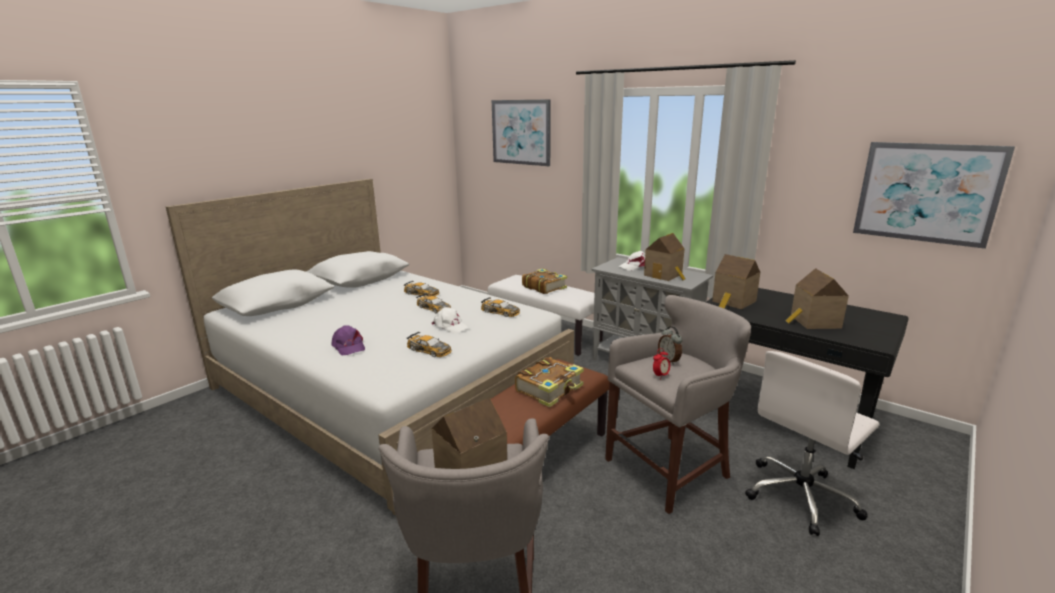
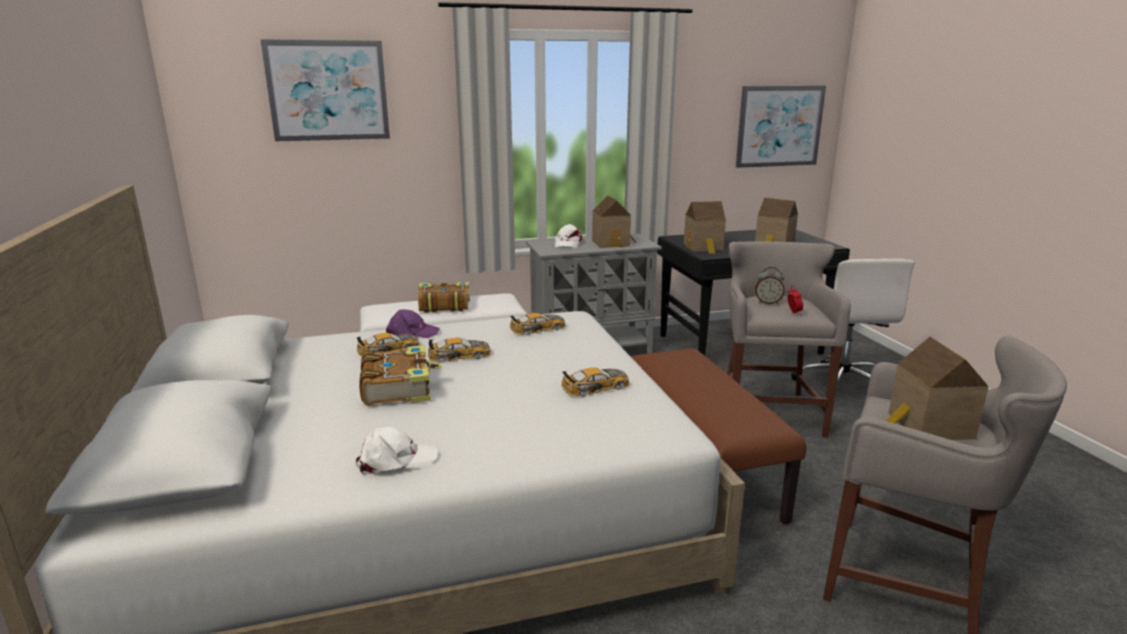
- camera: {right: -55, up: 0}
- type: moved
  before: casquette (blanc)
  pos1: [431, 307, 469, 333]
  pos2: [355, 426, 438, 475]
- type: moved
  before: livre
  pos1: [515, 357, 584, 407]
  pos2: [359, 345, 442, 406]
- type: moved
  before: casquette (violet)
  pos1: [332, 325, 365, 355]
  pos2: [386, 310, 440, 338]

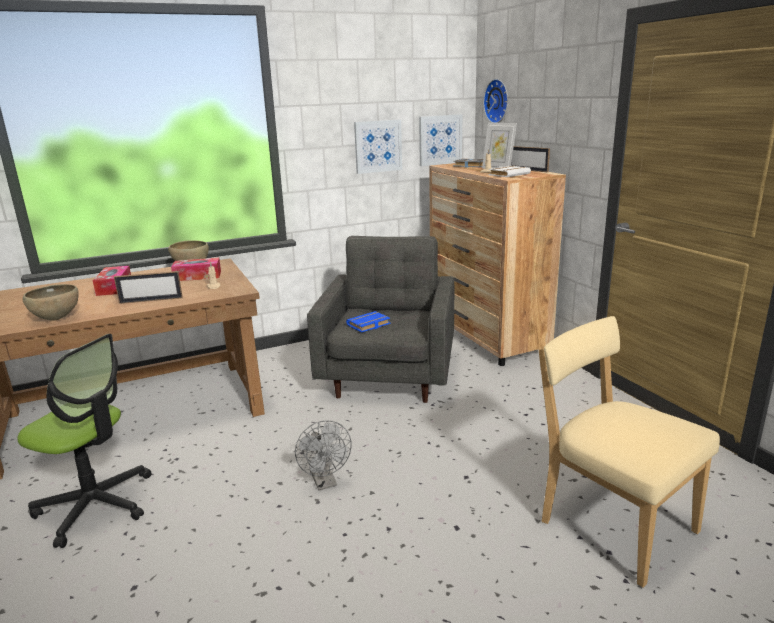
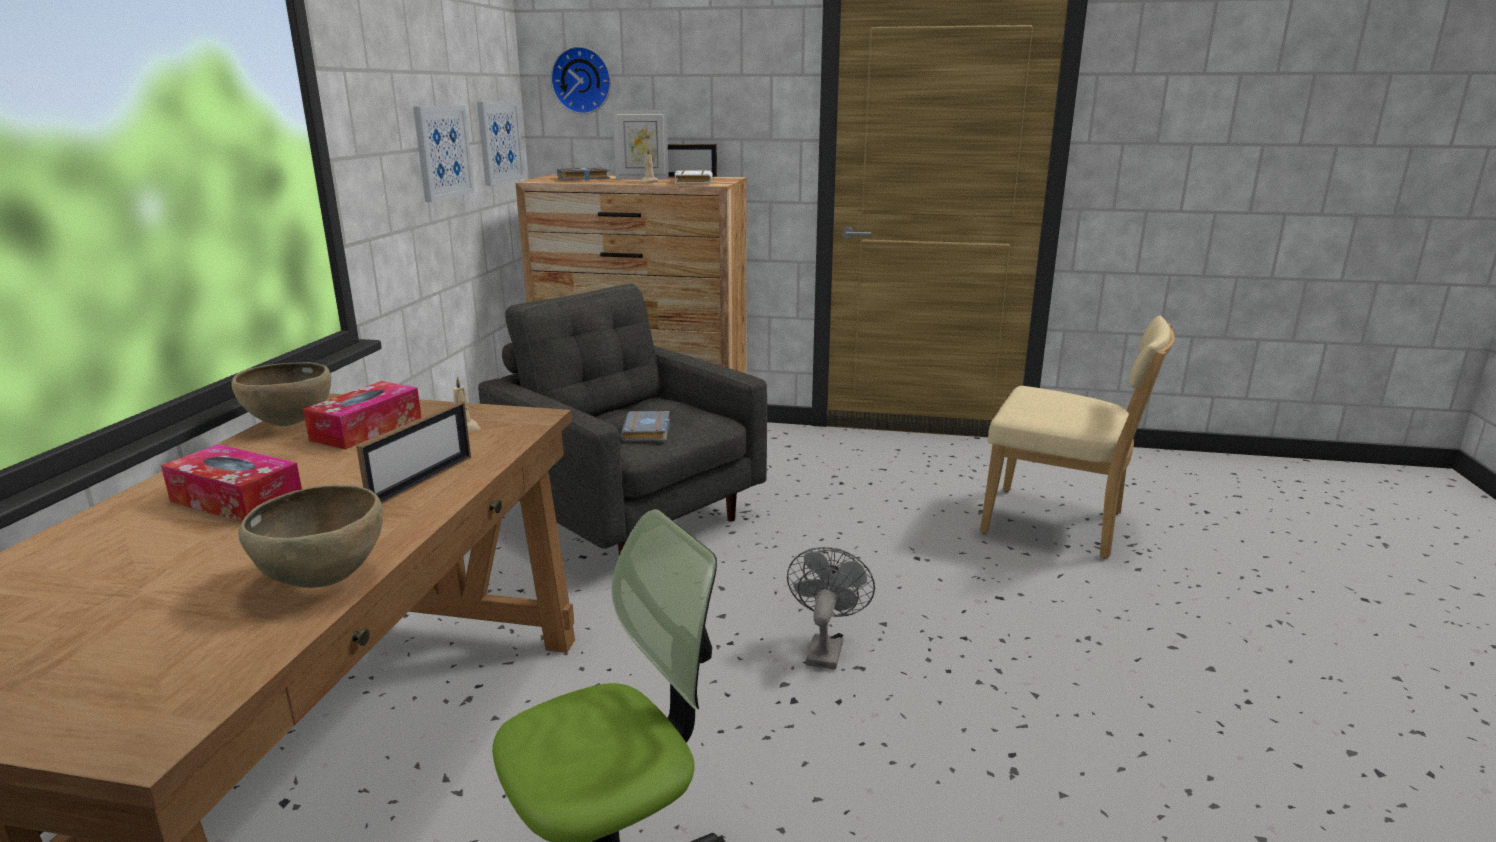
- camera: {right: -55, up: 0}
- type: recoloured
  before: livre (bleu)
  after: livre (gris)
  pos1: [346, 311, 391, 332]
  pos2: [620, 411, 670, 441]
- type: turned
  before: ventilateur (gris)
  pos1: [295, 420, 352, 490]
  pos2: [787, 547, 875, 669]
  turn: -90
- type: turned
  before: chaise (beige)
  pos1: [538, 316, 720, 588]
  pos2: [980, 316, 1175, 558]
  turn: -150

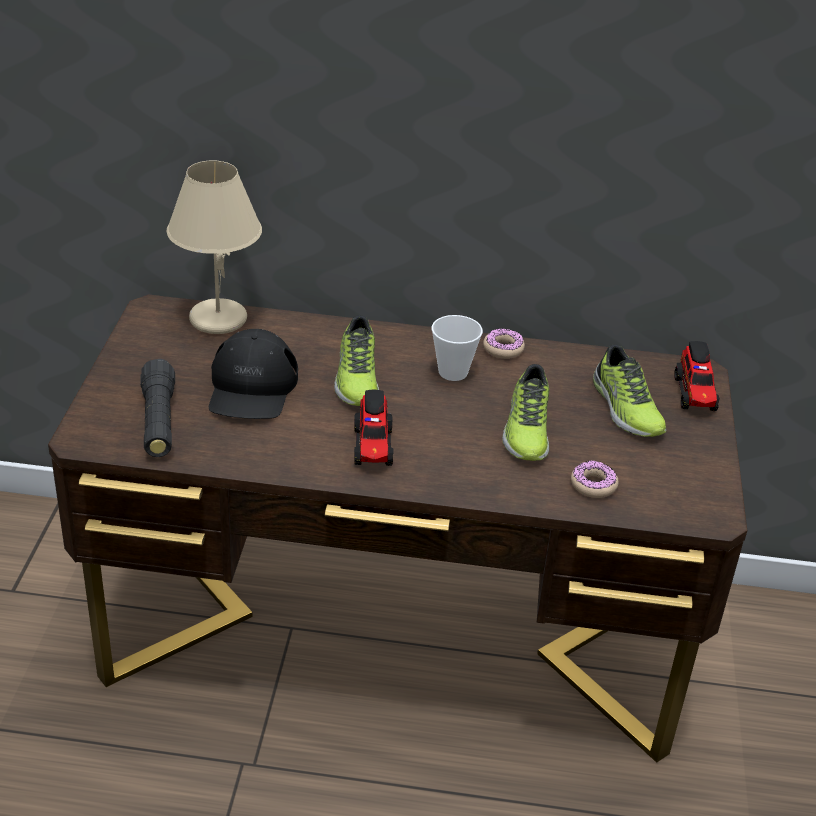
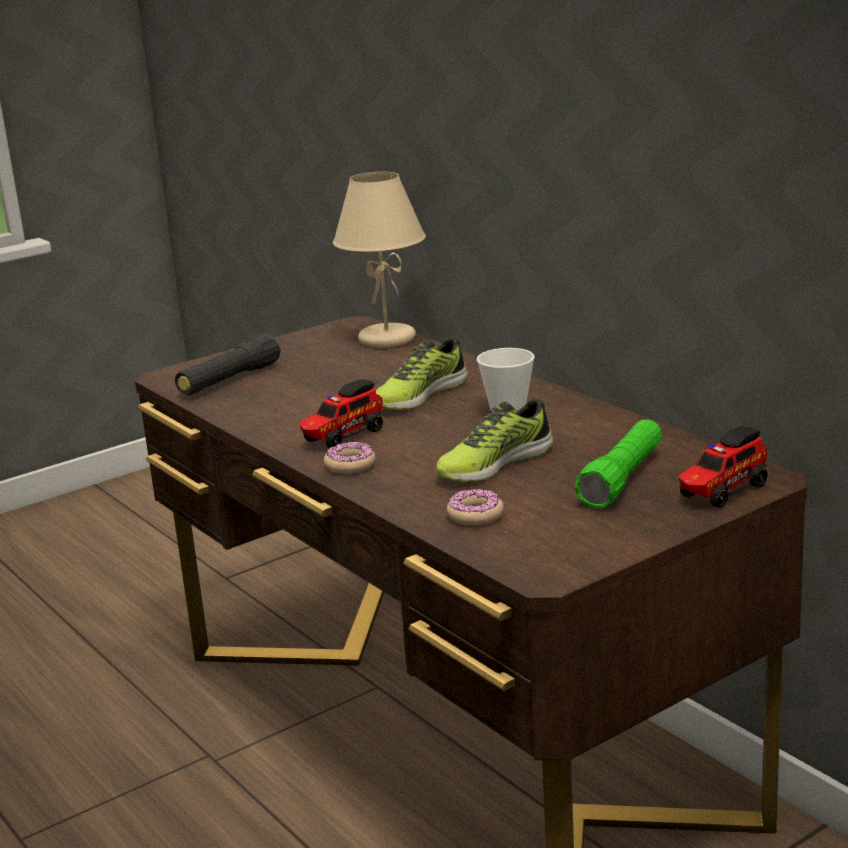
- camera: {right: 50, up: -15}
- type: moved
  before: beignet
  pos1: [483, 328, 525, 359]
  pos2: [324, 441, 375, 474]
- type: replaced
  before: chaussure
  after: lampe de poche (vert)
  pos1: [593, 344, 667, 437]
  pos2: [575, 419, 662, 508]
- type: removed
  before: casquette (noir)
  pos1: [209, 329, 298, 419]

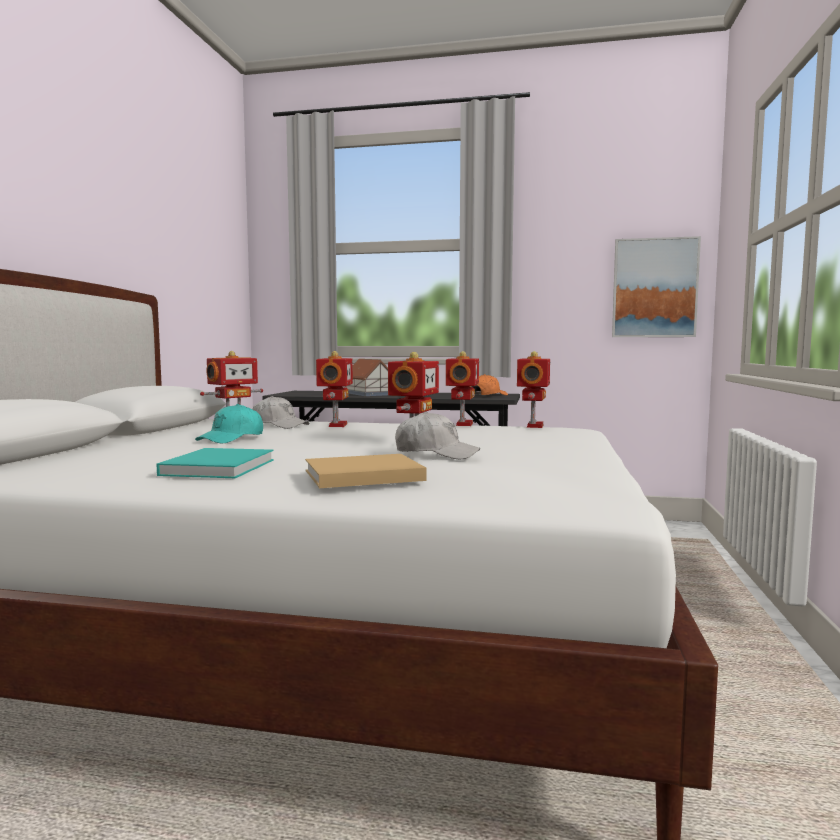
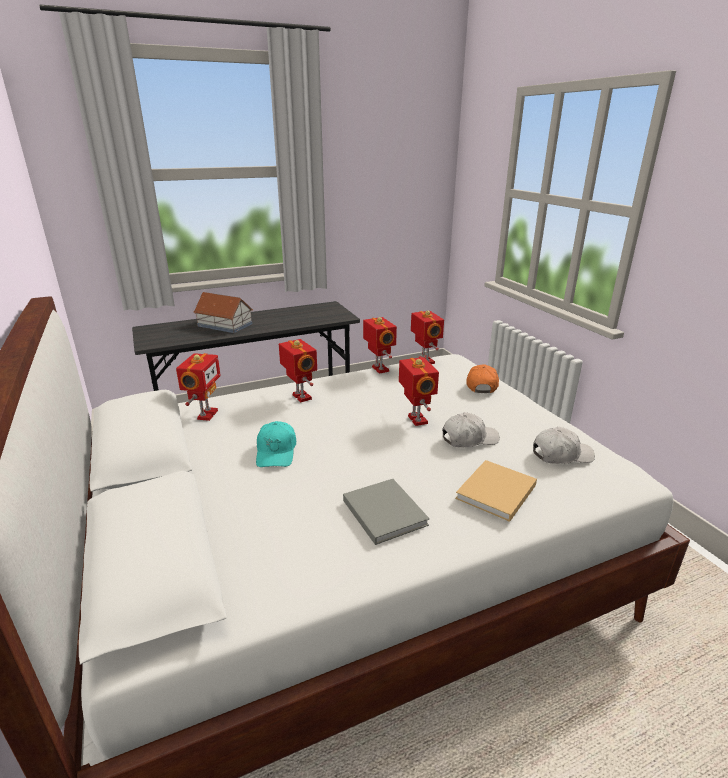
- camera: {right: -35, up: 20}
- type: recoloured
  before: livre (turquoise)
  after: livre (gris)
  pos1: [156, 448, 274, 478]
  pos2: [343, 479, 430, 545]
- type: moved
  before: casquette (orange)
  pos1: [470, 374, 508, 396]
  pos2: [466, 364, 499, 393]
- type: moved
  before: casquette (blanc)
  pos1: [252, 396, 310, 429]
  pos2: [533, 427, 595, 464]
- type: removed
  before: tableau
  pos1: [612, 236, 701, 337]

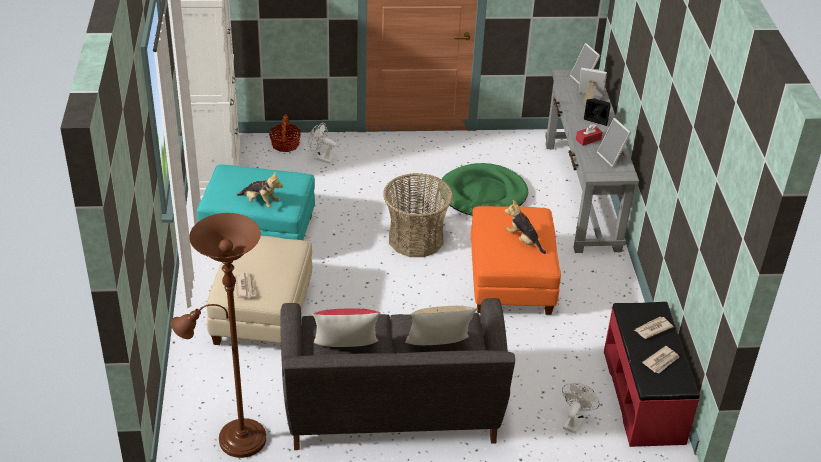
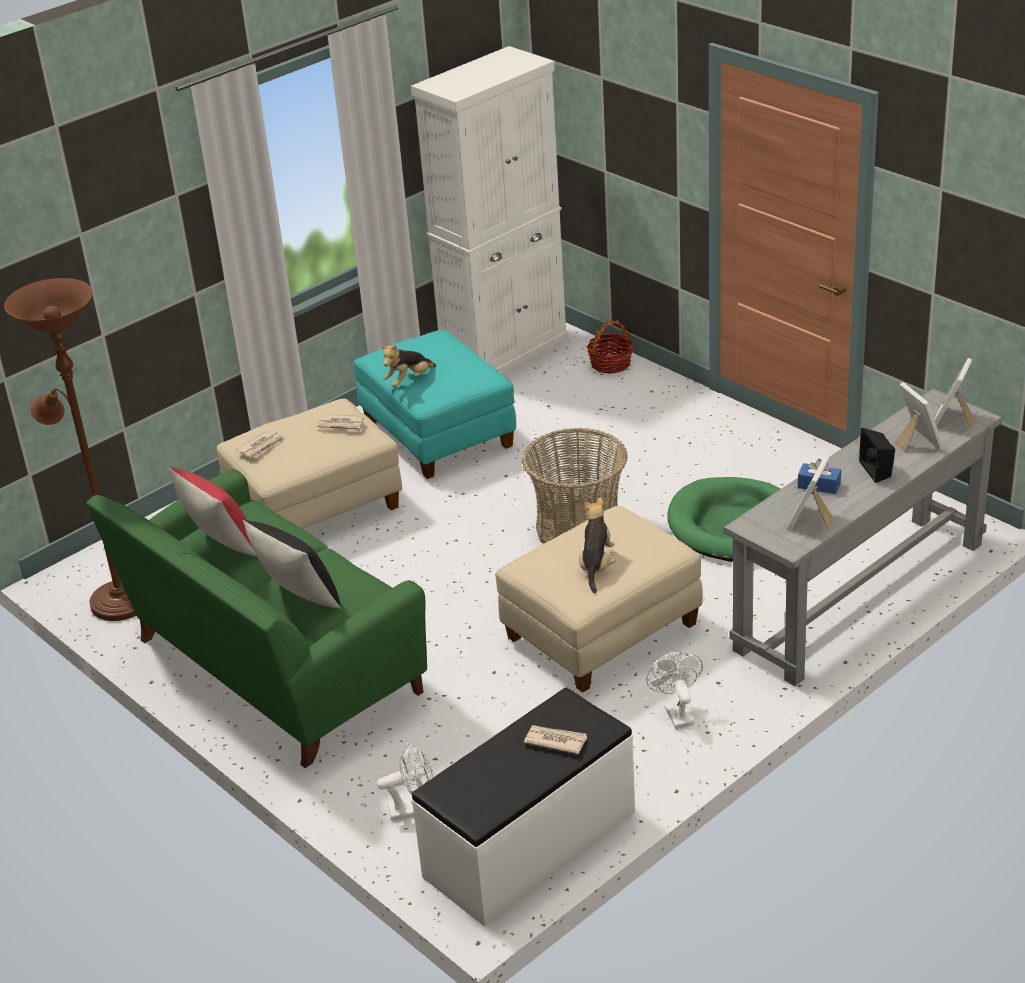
- camera: {right: 55, up: -5}
- type: recoloured
  before: canapé (gris)
  after: canapé (vert)
  pos1: [280, 298, 515, 450]
  pos2: [86, 469, 427, 768]
- type: recoloured
  before: coussin (beige)
  after: coussin (noir)
  pos1: [405, 306, 477, 345]
  pos2: [243, 519, 342, 609]
- type: moved
  before: journal
  pos1: [642, 346, 679, 374]
  pos2: [316, 414, 365, 432]
- type: turned
  before: peluche
  pos1: [237, 173, 283, 208]
  pos2: [380, 345, 436, 387]
  turn: 60
- type: recoloured
  before: banc (rouge)
  after: banc (blanc)
  pos1: [604, 302, 700, 447]
  pos2: [411, 688, 635, 927]
- type: recoloured
  before: pouf (orange)
  after: pouf (beige)
  pos1: [471, 206, 561, 315]
  pos2: [495, 506, 703, 693]
- type: moved
  before: ventilateur (blanc)
  pos1: [308, 123, 337, 164]
  pos2: [646, 652, 703, 729]
- type: recoloured
  before: boîte à mouchoirs (rouge)
  after: boîte à mouchoirs (bleu)
  pos1: [576, 124, 602, 146]
  pos2: [798, 459, 841, 494]

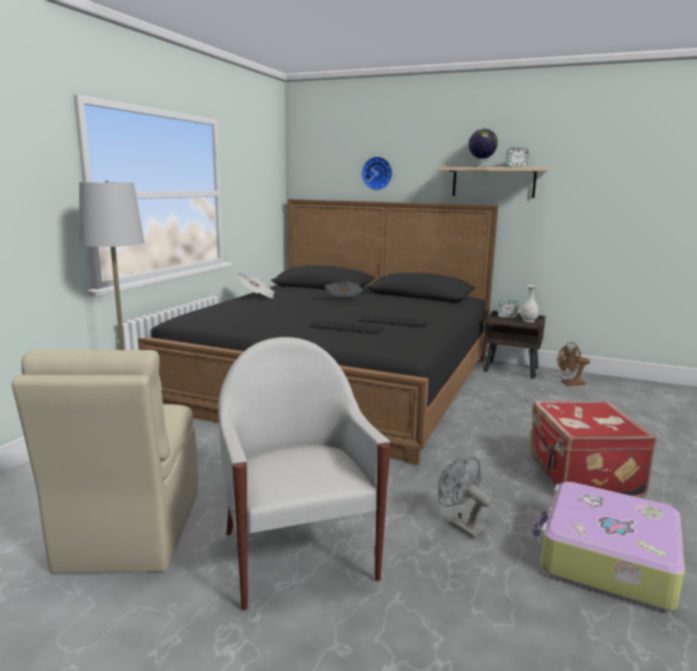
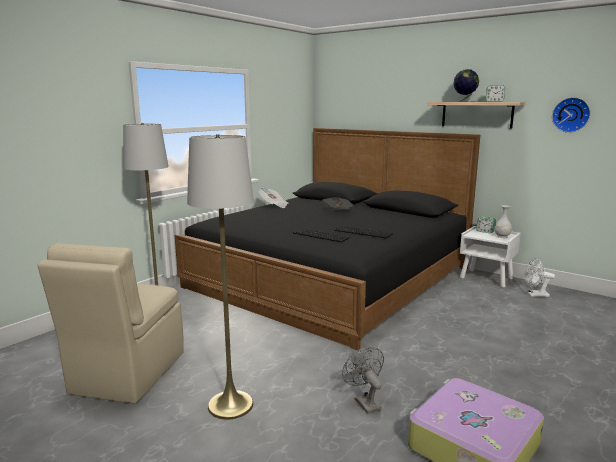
- camera: {right: 15, up: 0}
- type: replaced
  before: fauteuil (blanc)
  after: lampadaire (gris)
  pos1: [218, 337, 390, 610]
  pos2: [187, 134, 254, 420]
- type: recoloured
  before: table de chevet (marron)
  after: table de chevet (blanc)
  pos1: [483, 311, 545, 378]
  pos2: [460, 226, 521, 287]
- type: recoloured
  before: ventilateur (marron)
  after: ventilateur (blanc)
  pos1: [558, 342, 590, 386]
  pos2: [525, 258, 555, 297]
- type: moved
  before: horloge murale
  pos1: [361, 156, 393, 191]
  pos2: [552, 97, 591, 133]
- type: removed
  before: valise (rouge)
  pos1: [530, 401, 657, 498]

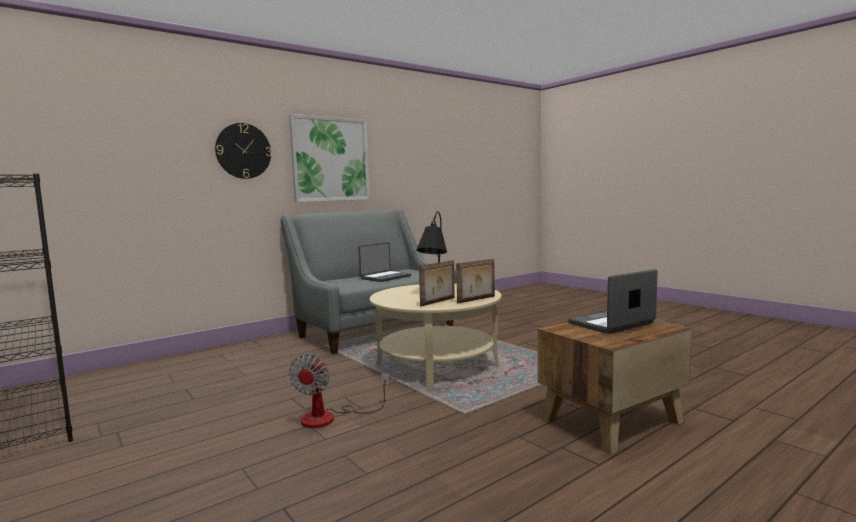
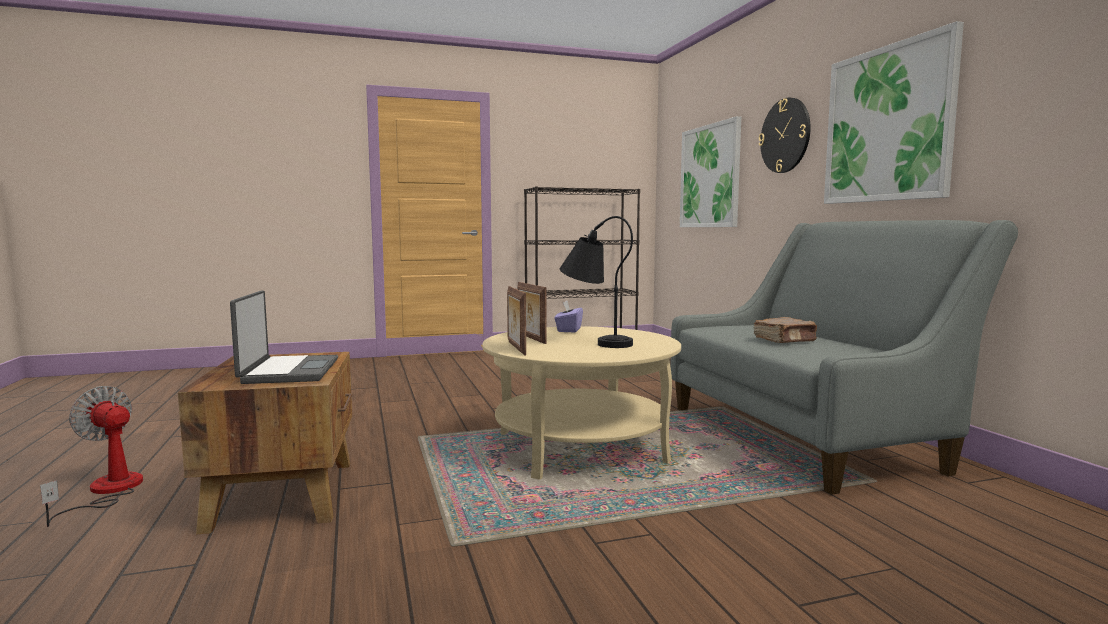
- camera: {right: 110, up: 0}
- type: moved
  before: ventilateur
  pos1: [289, 354, 389, 428]
  pos2: [40, 386, 143, 527]
- type: added
  after: boîte à mouchoirs (violet)
  pos2: [554, 301, 583, 332]
- type: added
  after: tableau
  pos2: [680, 116, 741, 227]
- type: replaced
  before: ordinateur portable
  after: livre (marron)
  pos1: [358, 242, 411, 282]
  pos2: [753, 317, 817, 343]

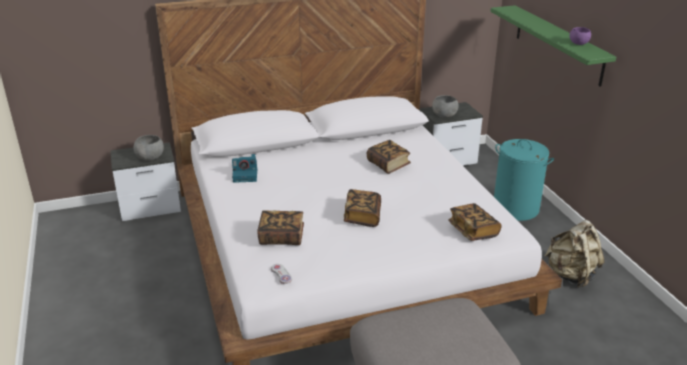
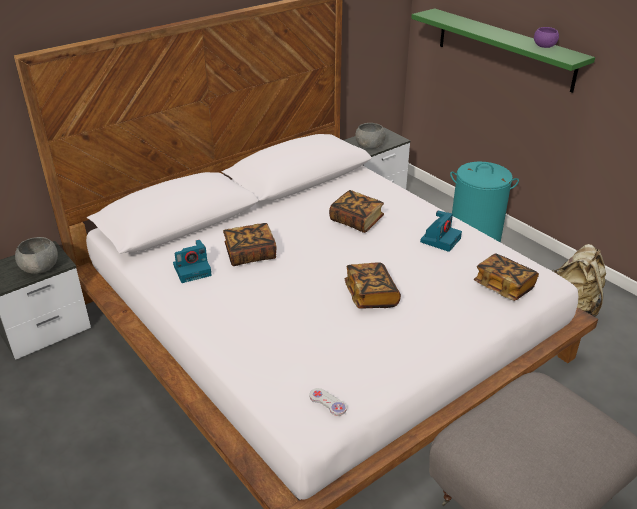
- camera: {right: -20, up: 5}
- type: moved
  before: livre
  pos1: [257, 210, 304, 245]
  pos2: [223, 223, 277, 266]
- type: added
  after: appareil photo
  pos2: [420, 211, 462, 252]

